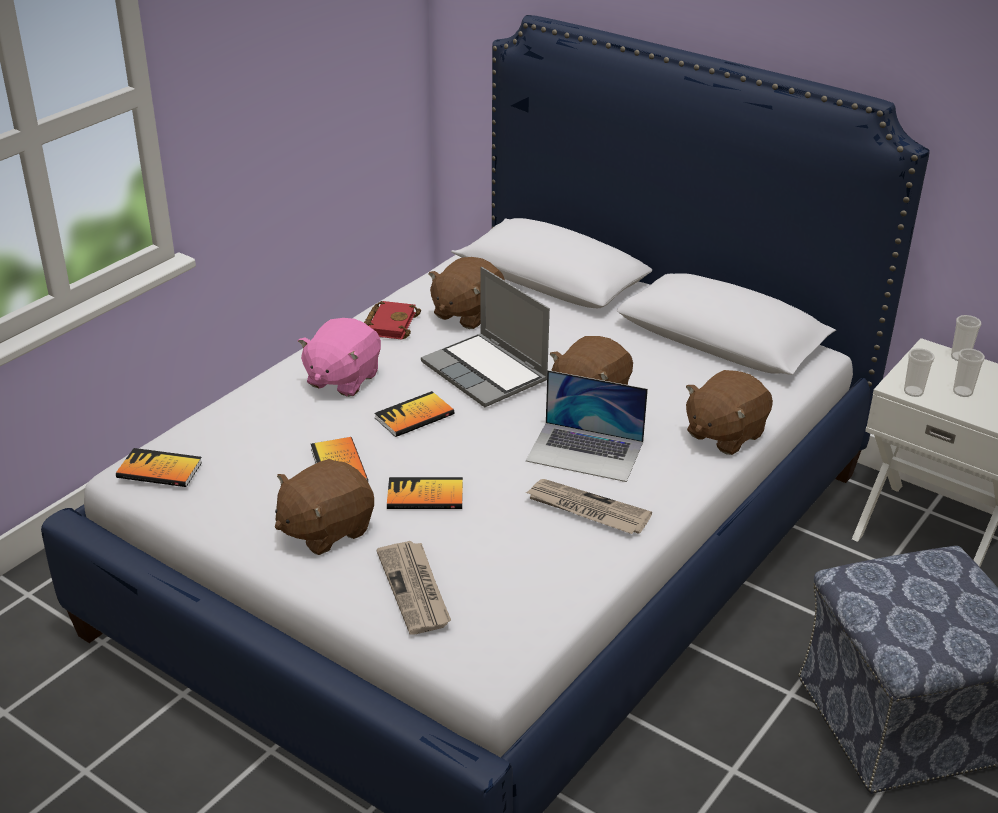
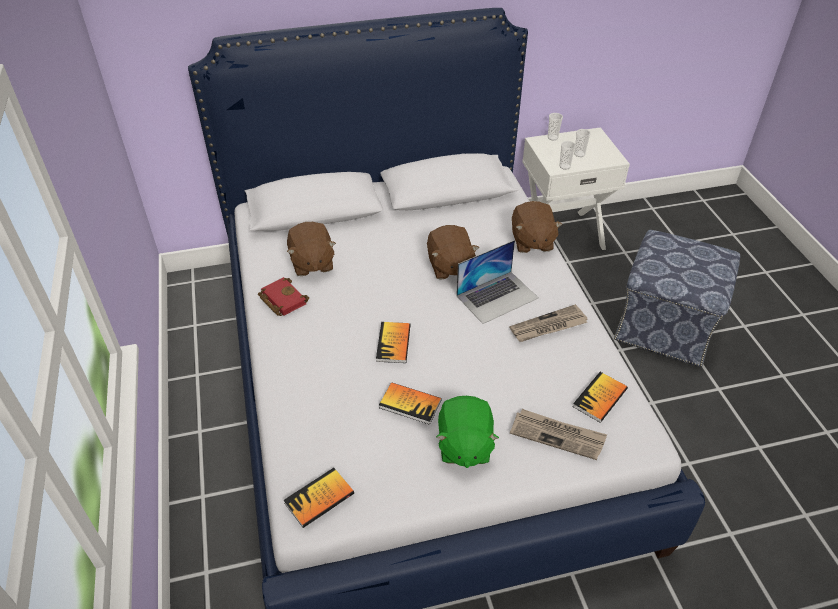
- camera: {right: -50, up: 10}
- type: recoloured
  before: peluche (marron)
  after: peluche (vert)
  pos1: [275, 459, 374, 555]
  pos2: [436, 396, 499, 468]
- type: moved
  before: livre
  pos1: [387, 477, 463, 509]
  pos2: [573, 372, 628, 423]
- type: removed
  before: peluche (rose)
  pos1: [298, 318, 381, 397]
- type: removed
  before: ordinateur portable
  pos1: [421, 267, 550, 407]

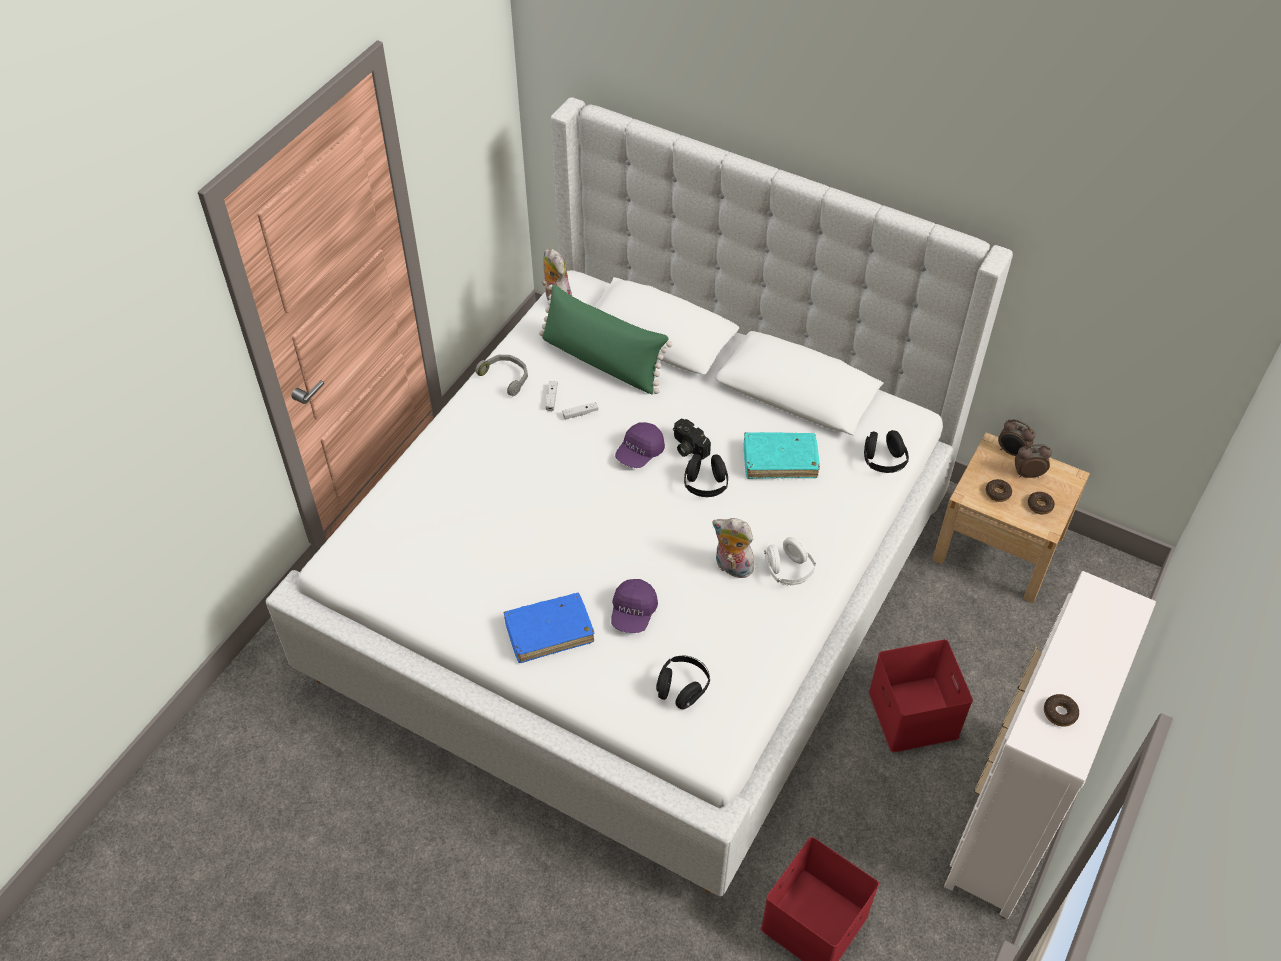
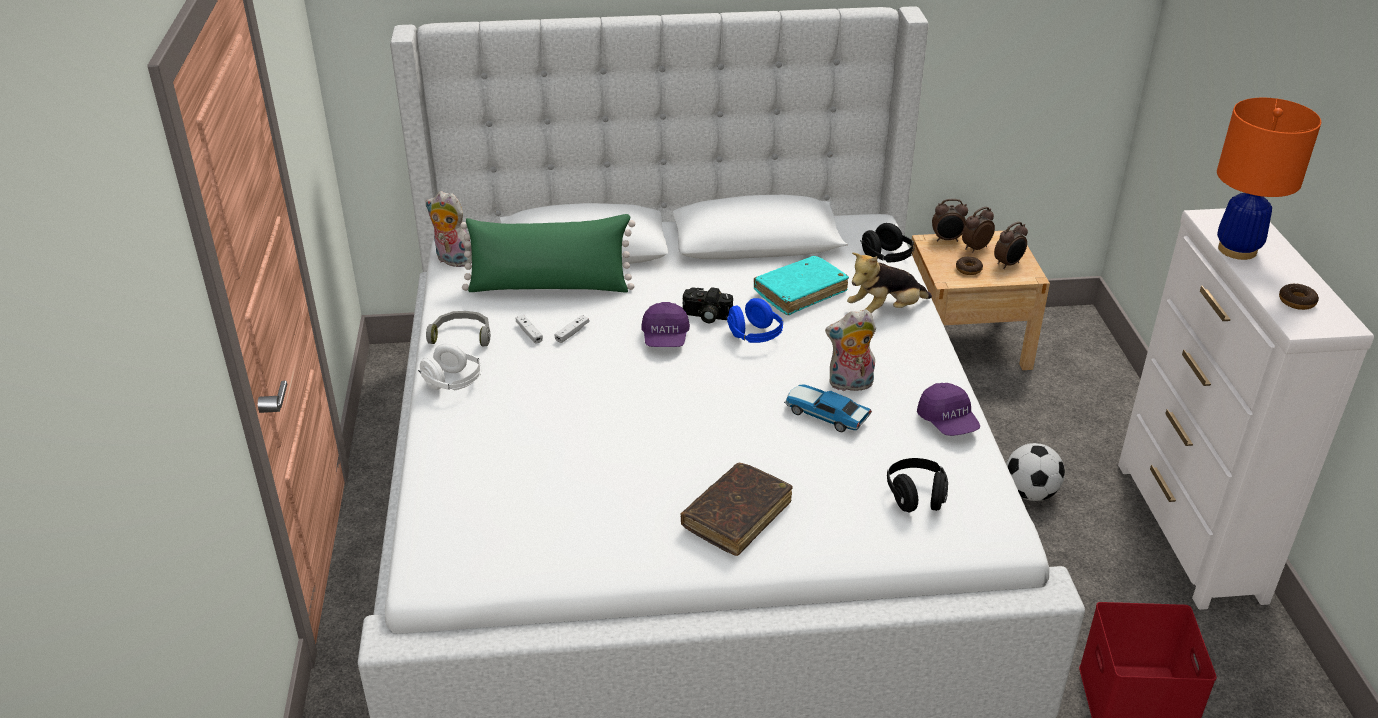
- camera: {right: -35, up: -15}
- type: moved
  before: casque audio (blanc)
  pos1: [765, 537, 816, 586]
  pos2: [418, 343, 482, 391]
- type: recoloured
  before: livre (bleu)
  after: livre (marron)
  pos1: [503, 593, 594, 663]
  pos2: [680, 462, 793, 556]
- type: recoloured
  before: casque audio (noir)
  after: casque audio (bleu)
  pos1: [684, 454, 728, 497]
  pos2: [726, 298, 783, 343]
- type: added
  after: petite voiture
  pos2: [784, 384, 872, 432]
- type: added
  after: peluche
  pos2: [847, 253, 932, 314]
- type: moved
  before: casquette (violet)
  pos1: [611, 579, 658, 633]
  pos2: [917, 383, 980, 436]
- type: replaced
  before: beignet
  after: réveil
  pos1: [1028, 492, 1055, 514]
  pos2: [994, 222, 1028, 269]
- type: replaced
  before: boîte de rangement (rouge)
  after: ballon de foot
  pos1: [869, 639, 973, 752]
  pos2: [1006, 443, 1065, 501]
- type: added
  after: lampe de table (orange)
  pos2: [1217, 98, 1321, 260]

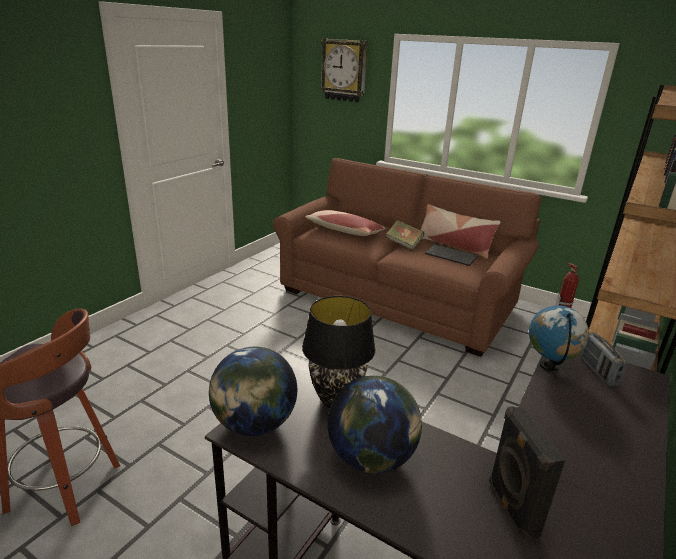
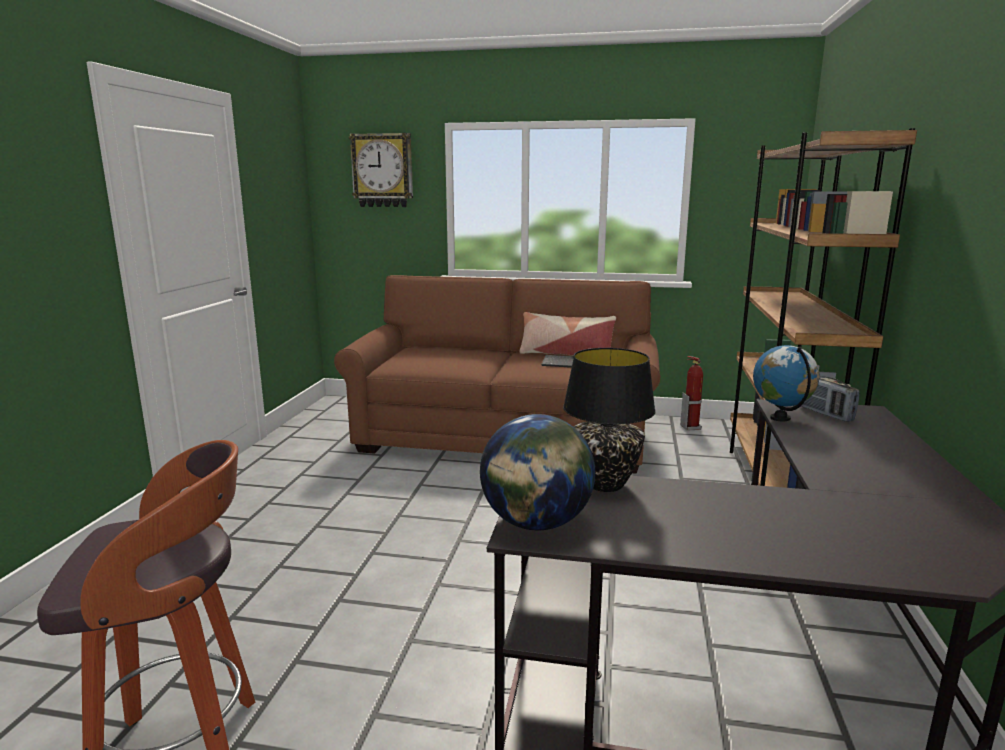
- camera: {right: -20, up: -10}
- type: removed
  before: coussin
  pos1: [306, 210, 385, 236]
- type: removed
  before: globe
  pos1: [327, 376, 422, 474]
- type: removed
  before: livre
  pos1: [386, 220, 424, 250]
- type: removed
  before: enceinte (noir)
  pos1: [489, 406, 565, 540]

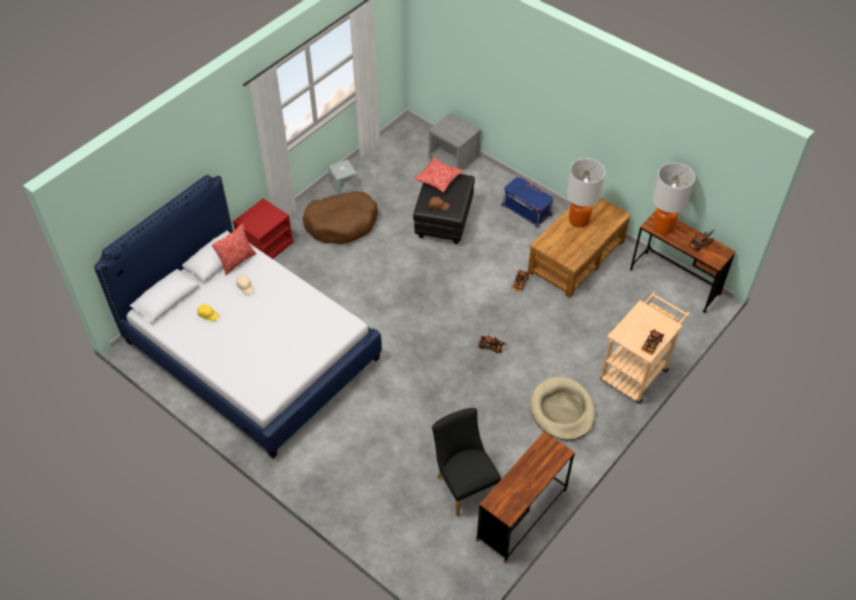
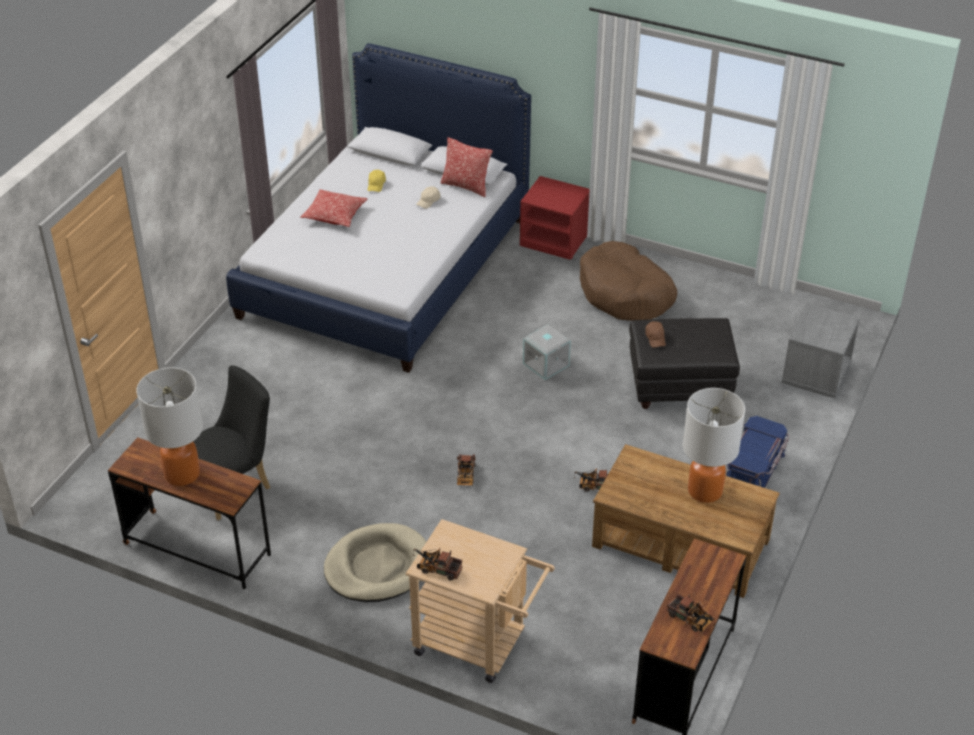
- camera: {right: 75, up: -10}
- type: moved
  before: lampe de table
  pos1: [652, 163, 695, 235]
  pos2: [136, 367, 203, 486]
- type: moved
  before: coussin
  pos1: [414, 157, 463, 193]
  pos2: [300, 189, 368, 227]
- type: moved
  before: boîte de rangement (gris)
  pos1: [328, 160, 358, 195]
  pos2: [523, 325, 571, 380]

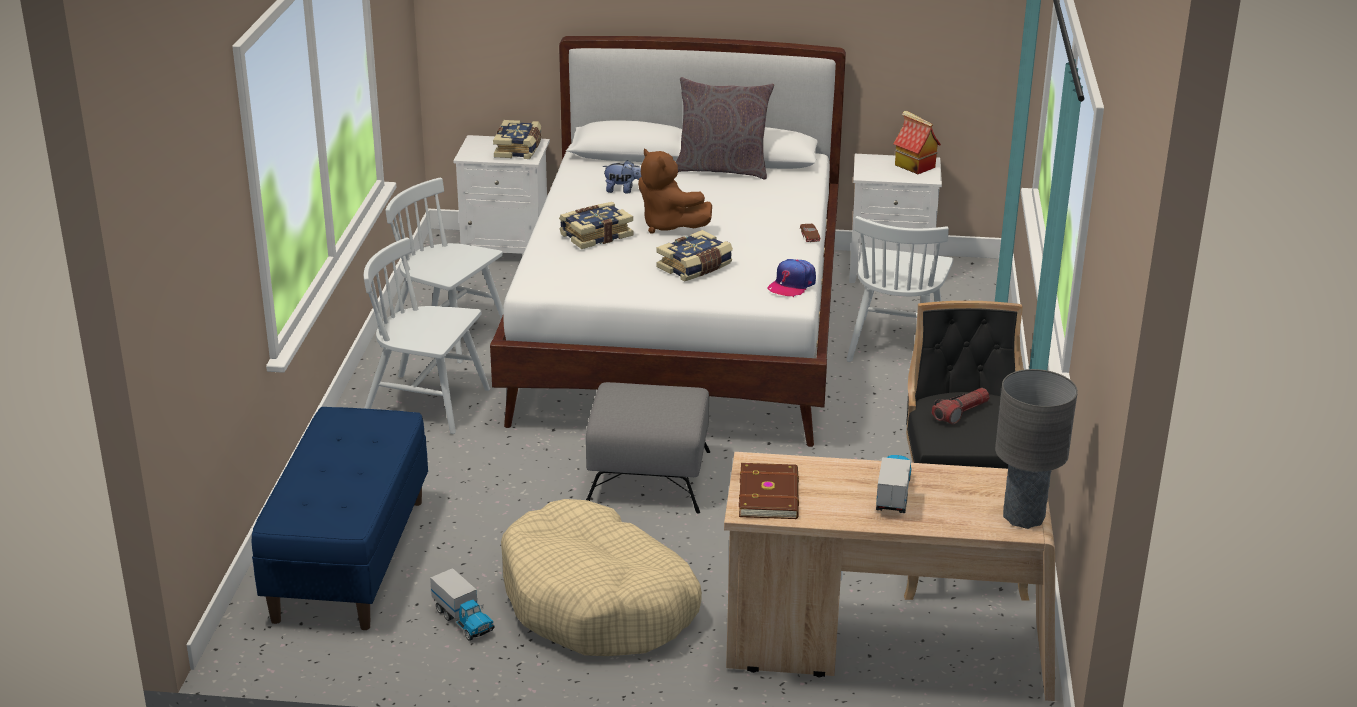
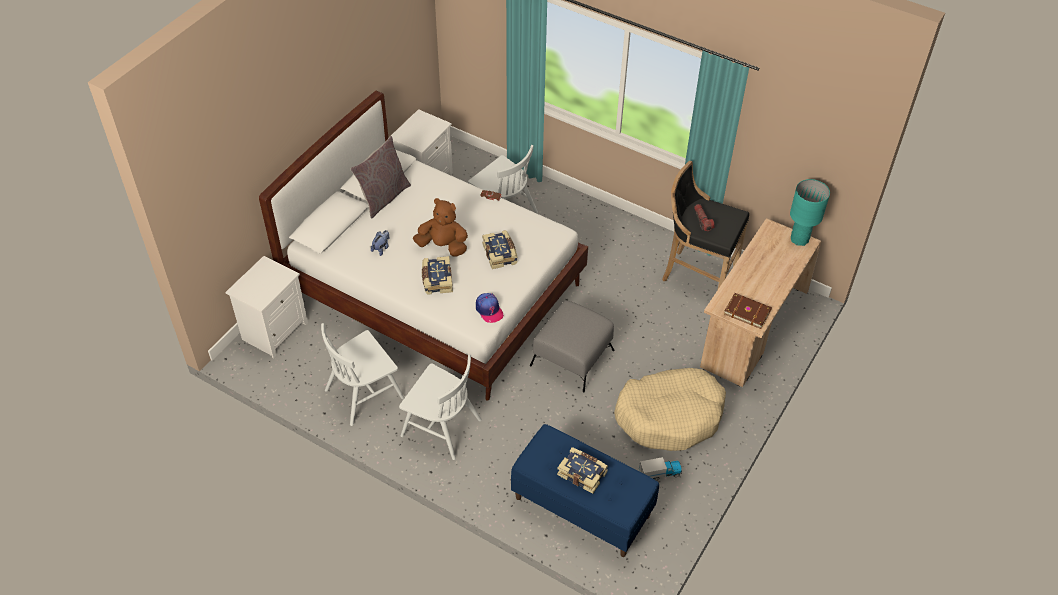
- camera: {right: -65, up: 20}
- type: turned
  before: chaise (blanc)
  pos1: [364, 238, 490, 434]
  pos2: [399, 354, 482, 460]
  turn: -105
- type: turned
  before: peluche (marron)
  pos1: [638, 149, 712, 234]
  pos2: [413, 198, 468, 256]
  turn: -150
- type: moved
  before: casquette
  pos1: [767, 259, 816, 297]
  pos2: [476, 293, 504, 323]
- type: moved
  before: livre
  pos1: [493, 120, 542, 159]
  pos2: [557, 447, 608, 494]
- type: recoloured
  before: lampe de table (gris)
  after: lampe de table (turquoise)
  pos1: [995, 369, 1078, 529]
  pos2: [790, 179, 830, 246]
- type: removed
  before: camion jouet
  pos1: [876, 455, 912, 513]
- type: removed
  before: maison miniature
  pos1: [893, 111, 941, 174]

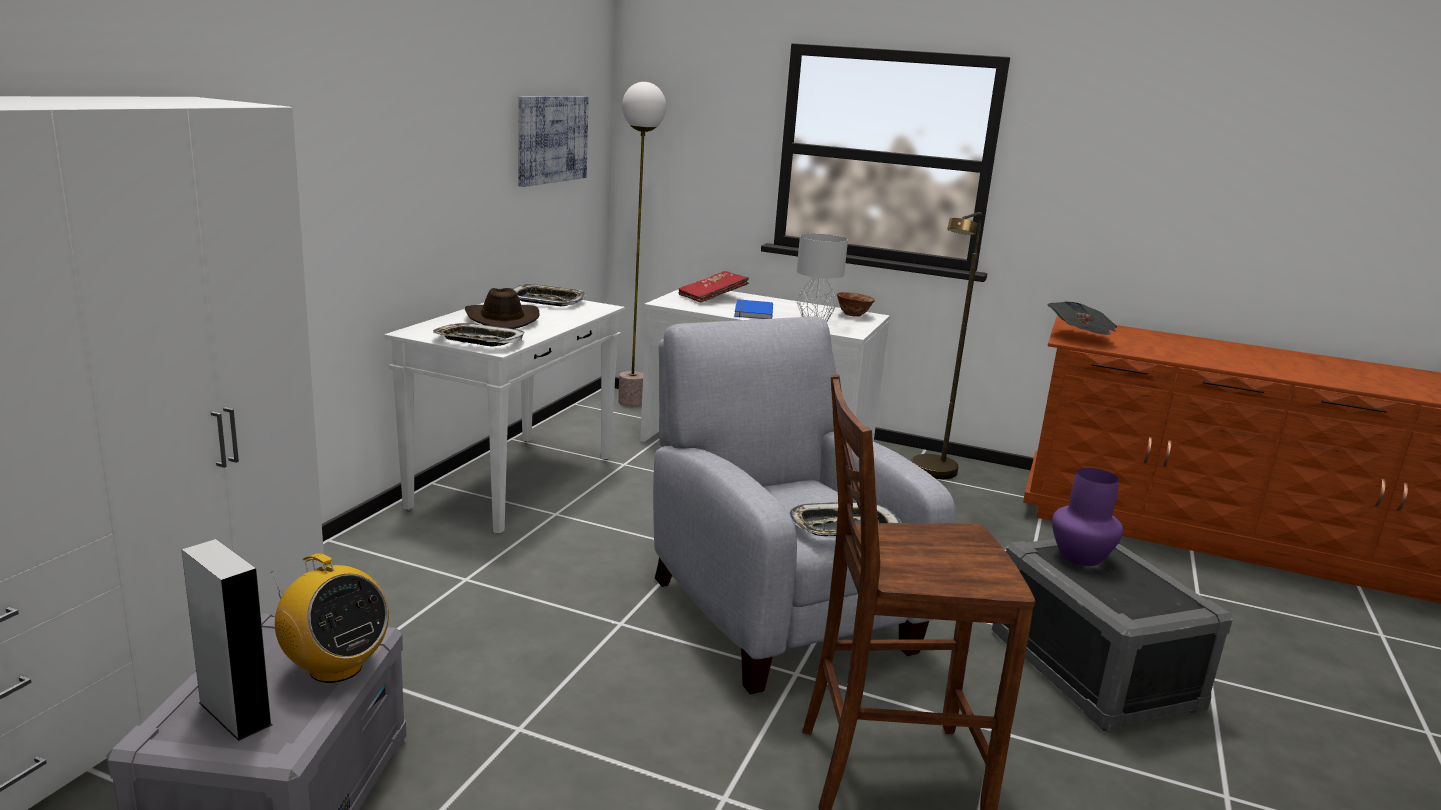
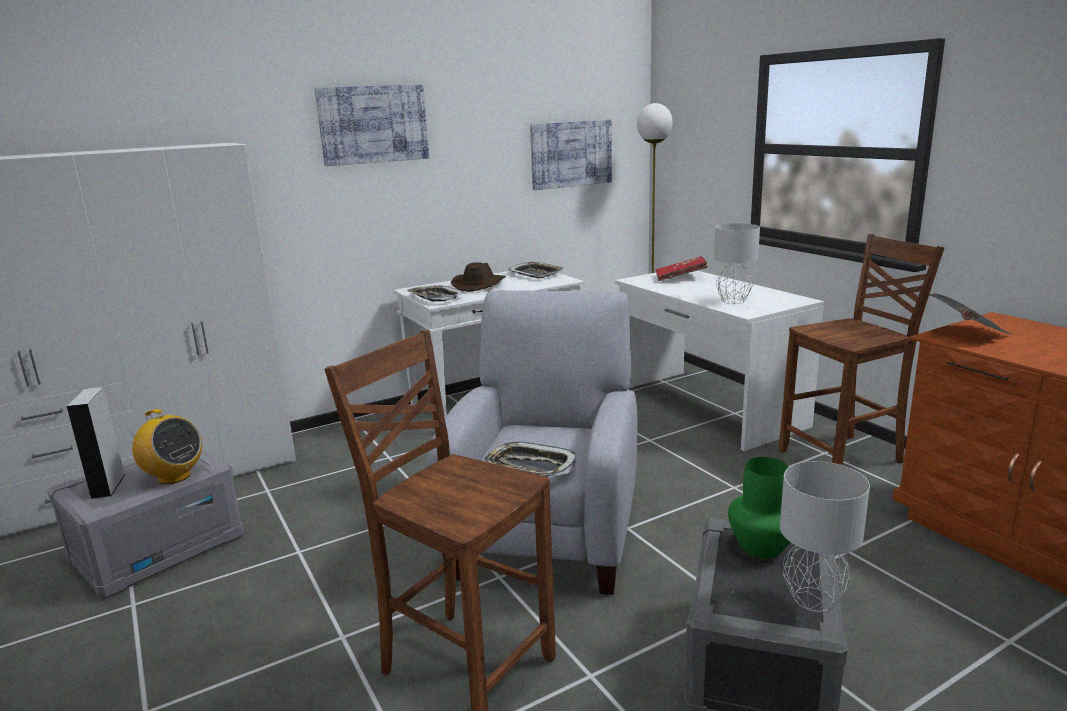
- camera: {right: 40, up: 0}
- type: turned
  before: radio
  pos1: [272, 553, 389, 683]
  pos2: [126, 409, 202, 484]
  turn: -45
- type: added
  after: tableau
  pos2: [315, 84, 429, 166]
- type: recoloured
  before: vase (violet)
  after: vase (vert)
  pos1: [1052, 468, 1123, 566]
  pos2: [728, 457, 790, 559]
- type: replaced
  before: lampadaire (marron)
  after: chaise (marron)
  pos1: [912, 212, 982, 479]
  pos2: [779, 234, 944, 465]
- type: added
  after: lampe de table (gris)
  pos2: [780, 461, 870, 612]
- type: removed
  before: livre (bleu)
  pos1: [734, 299, 773, 319]
- type: removed
  before: bol
  pos1: [837, 292, 875, 317]

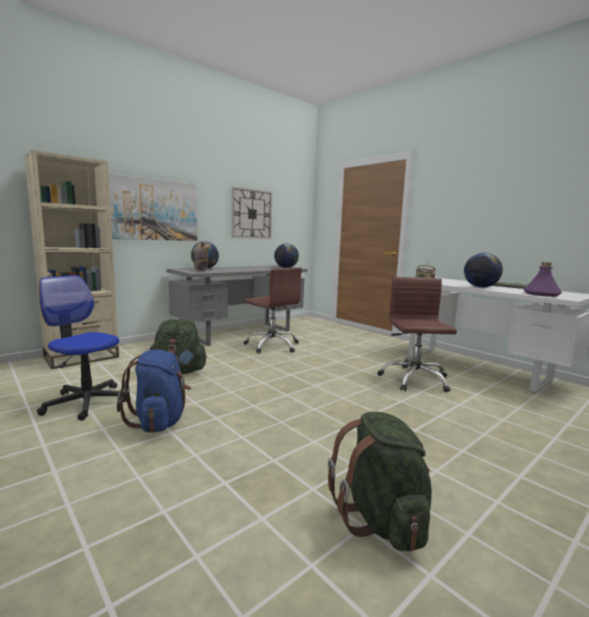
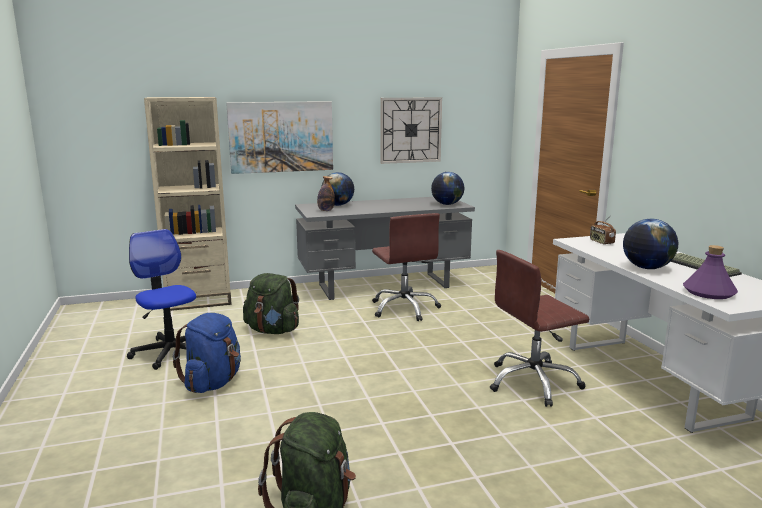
- camera: {right: 25, up: 5}
- type: turned
  before: chaise de bureau (marron)
  pos1: [378, 277, 457, 392]
  pos2: [490, 250, 589, 407]
  turn: -135

